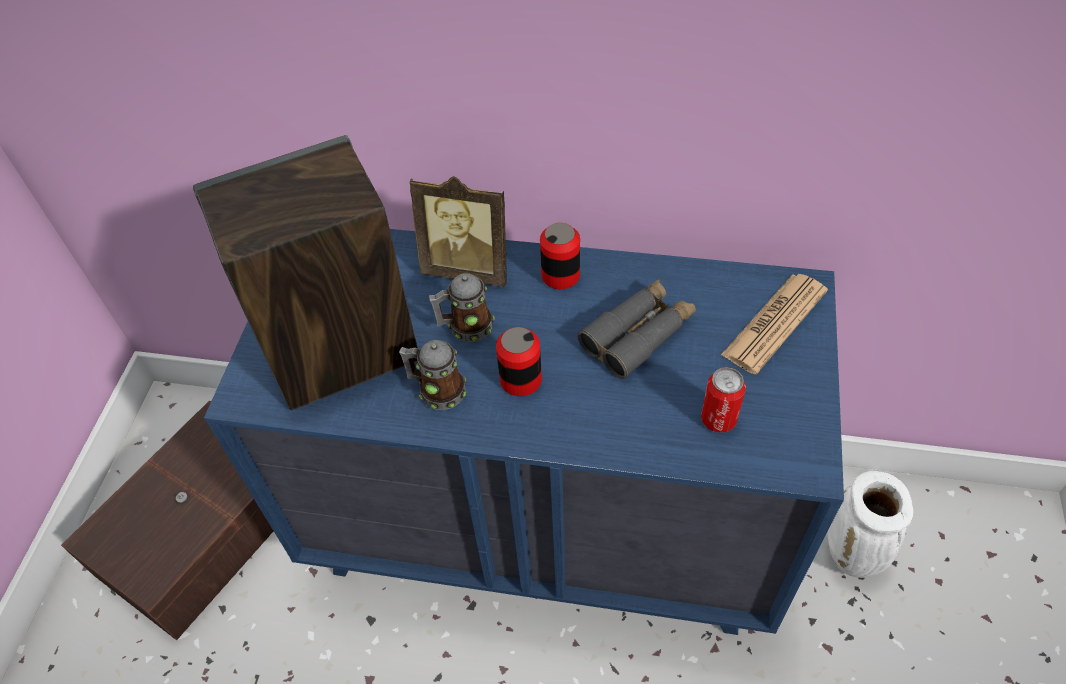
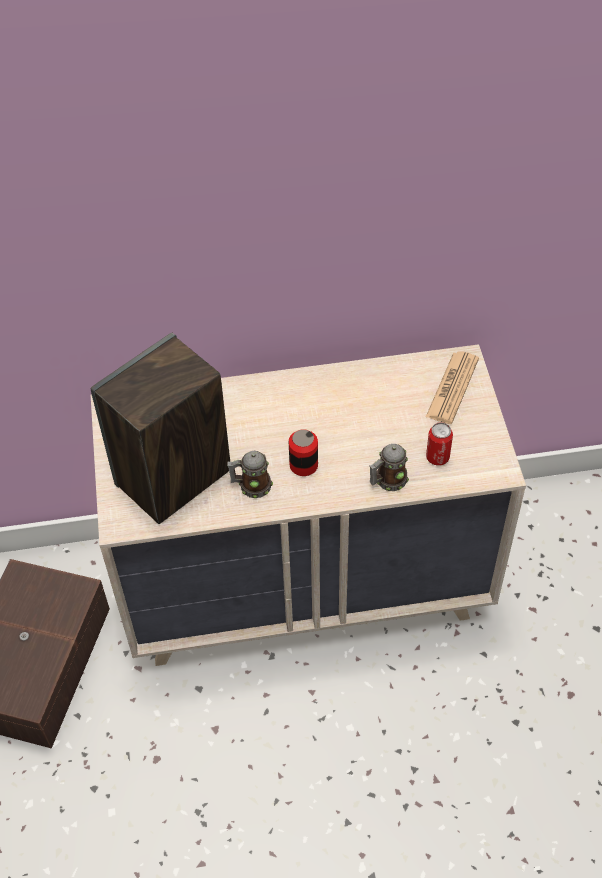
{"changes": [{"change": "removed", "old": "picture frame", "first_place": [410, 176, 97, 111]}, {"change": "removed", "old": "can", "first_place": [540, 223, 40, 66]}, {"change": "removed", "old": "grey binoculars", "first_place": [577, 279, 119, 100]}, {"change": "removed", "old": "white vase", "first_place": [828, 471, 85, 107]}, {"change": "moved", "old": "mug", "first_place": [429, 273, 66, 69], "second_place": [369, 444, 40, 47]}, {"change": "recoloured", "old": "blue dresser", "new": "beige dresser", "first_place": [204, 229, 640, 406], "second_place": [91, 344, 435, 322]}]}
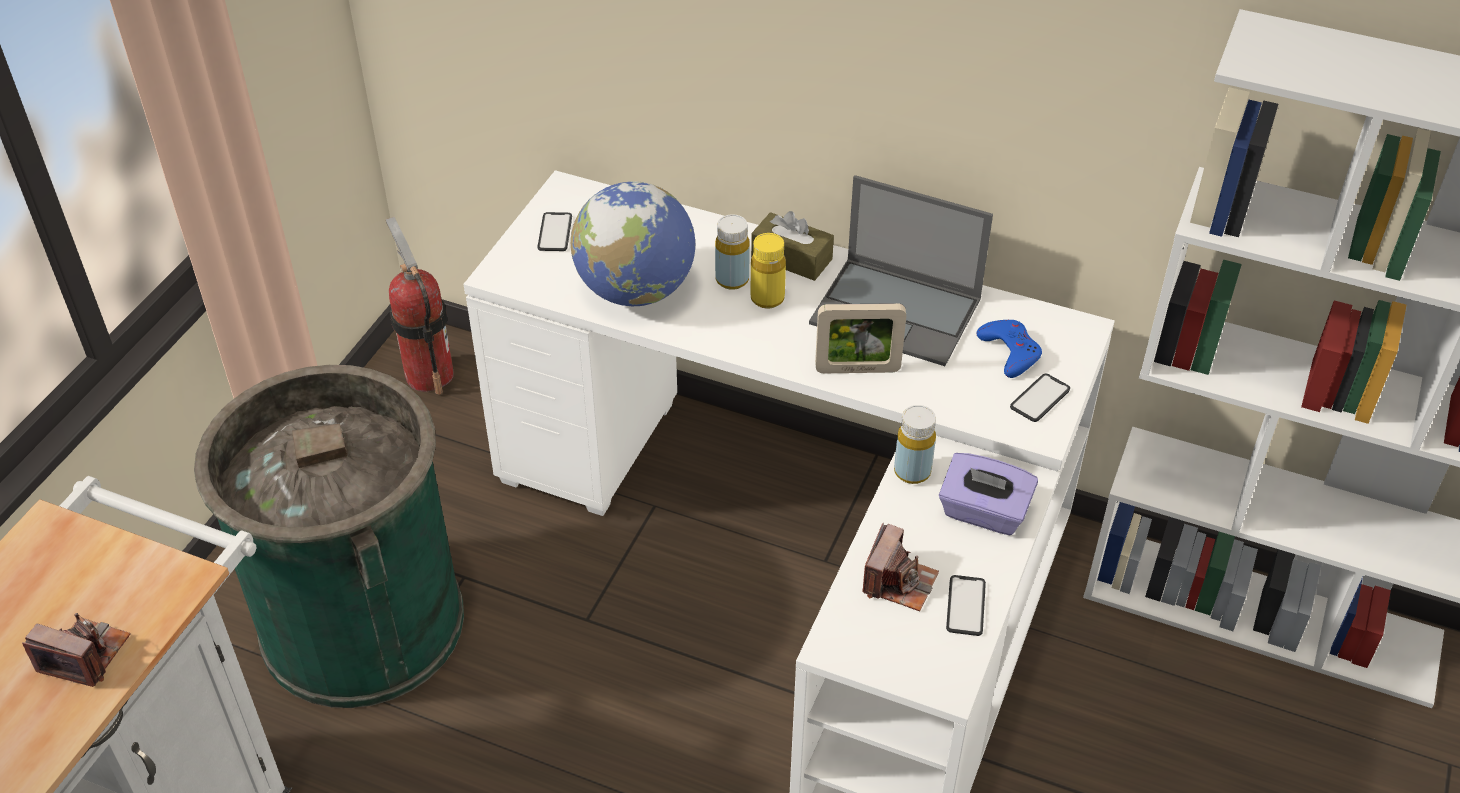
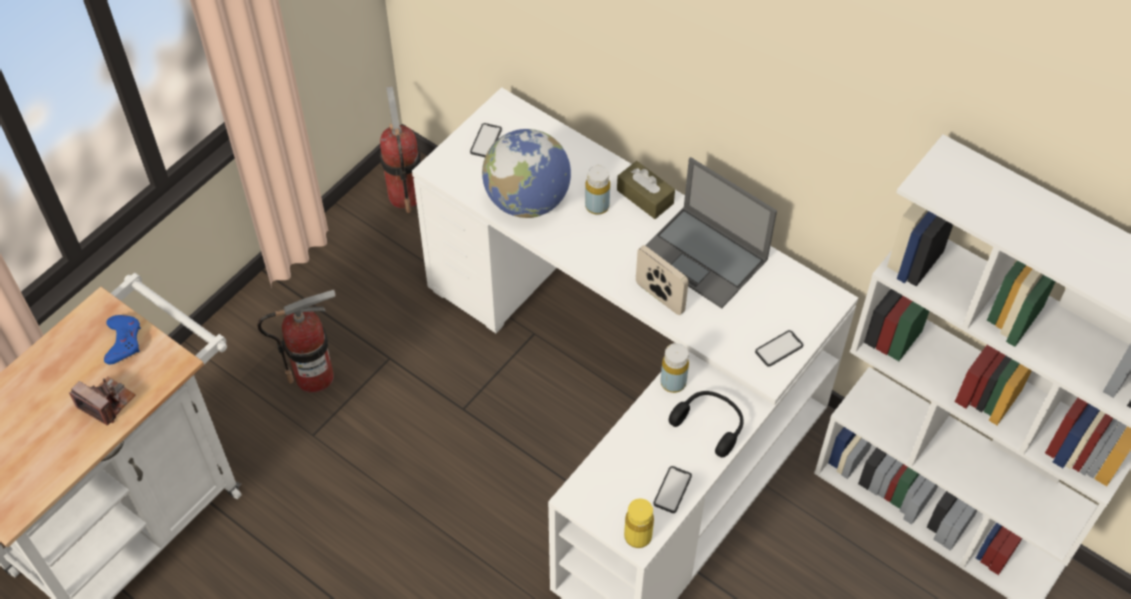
{"changes": [{"change": "removed", "old": "photo camera", "first_place": [862, 523, 77, 88]}, {"change": "moved", "old": "yellow bottle", "first_place": [750, 233, 36, 76], "second_place": [624, 498, 30, 50]}, {"change": "moved", "old": "blue game controller", "first_place": [976, 320, 66, 58], "second_place": [104, 315, 37, 50]}, {"change": "replaced", "old": "green trash can", "new": "fire extinguisher", "first_place": [194, 365, 270, 343], "second_place": [257, 290, 79, 103]}, {"change": "replaced", "old": "purple tissue box", "new": "black headphones", "first_place": [939, 453, 99, 82], "second_place": [669, 391, 75, 67]}, {"change": "turned", "old": "picture frame", "first_place": [815, 303, 91, 70], "second_place": [636, 245, 53, 70], "degrees": -150}]}
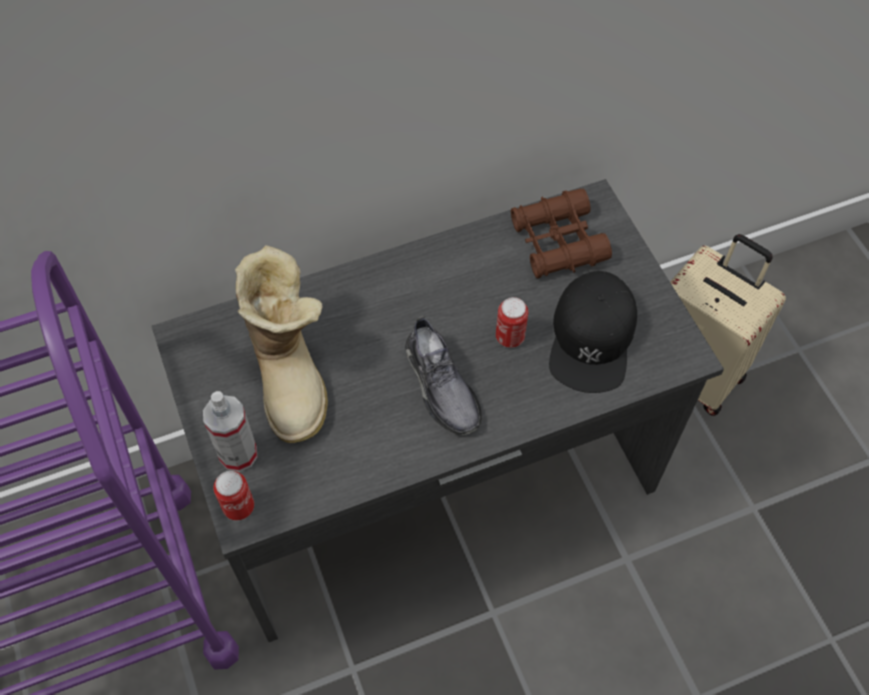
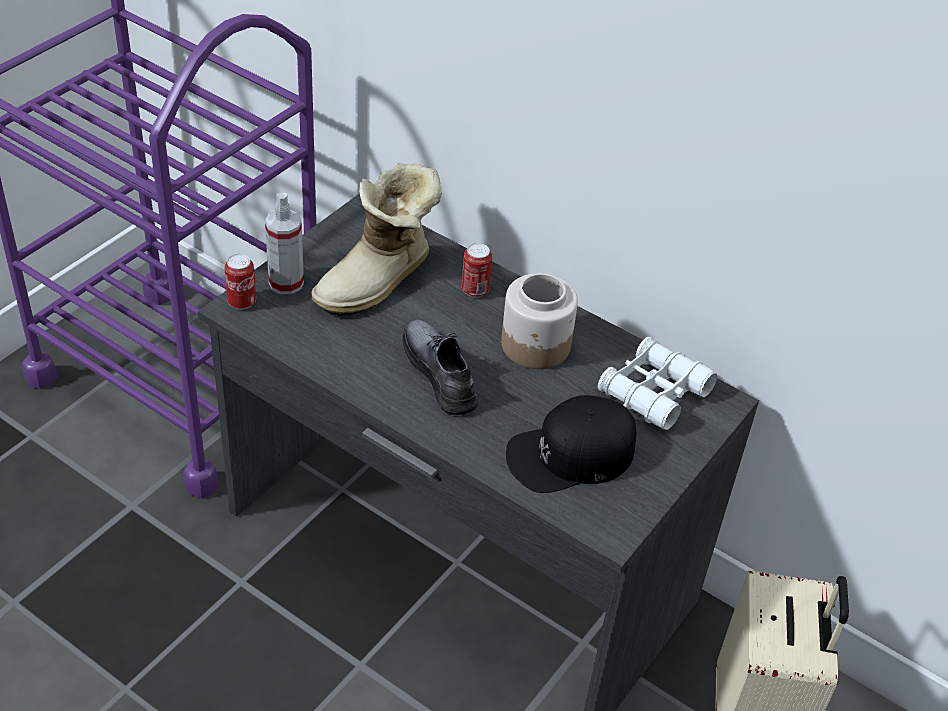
{"changes": [{"change": "added", "new": "jar", "second_place": [501, 273, 77, 96]}, {"change": "moved", "old": "can", "first_place": [496, 297, 32, 51], "second_place": [462, 243, 30, 55]}, {"change": "recoloured", "old": "brown binoculars", "new": "white binoculars", "first_place": [511, 189, 101, 89], "second_place": [598, 337, 119, 93]}, {"change": "turned", "old": "grey shoe", "first_place": [405, 316, 77, 119], "second_place": [402, 320, 76, 95], "degrees": 120}]}
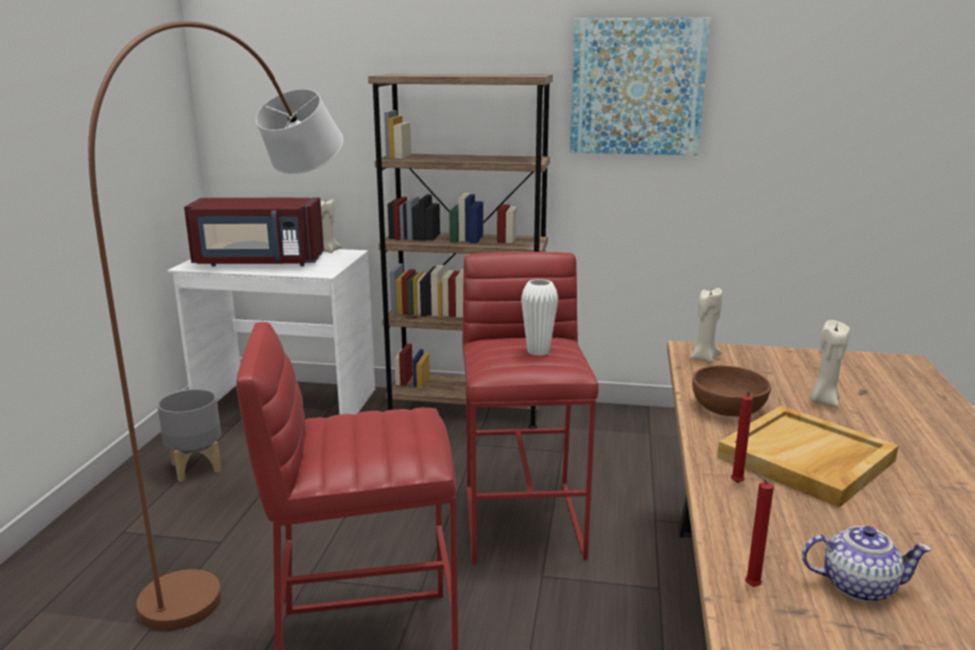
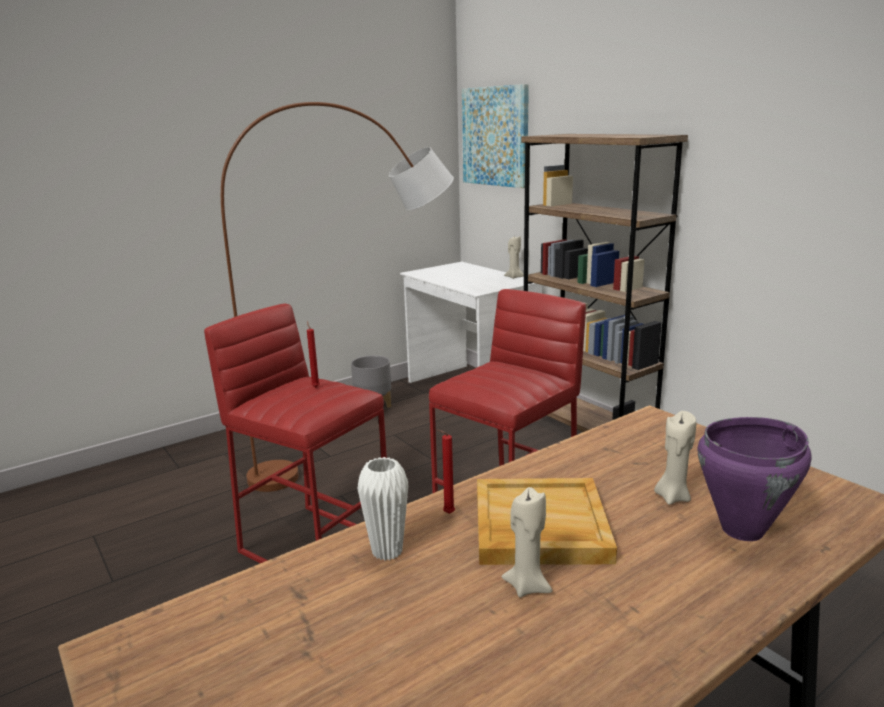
{"changes": [{"change": "removed", "old": "red microwave", "first_place": [184, 198, 140, 68]}, {"change": "removed", "old": "brown bowl", "first_place": [692, 366, 79, 51]}, {"change": "removed", "old": "teapot", "first_place": [802, 526, 130, 76]}, {"change": "added", "new": "purple cooking pot", "second_place": [698, 417, 114, 124]}, {"change": "moved", "old": "white vase", "first_place": [521, 279, 37, 77], "second_place": [357, 457, 51, 103]}, {"change": "moved", "old": "picture", "first_place": [570, 18, 141, 137], "second_place": [462, 84, 67, 104]}, {"change": "moved", "old": "beige candle", "first_place": [690, 288, 32, 74], "second_place": [502, 487, 51, 110]}, {"change": "moved", "old": "red candle", "first_place": [745, 471, 29, 116], "second_place": [307, 321, 13, 66]}]}
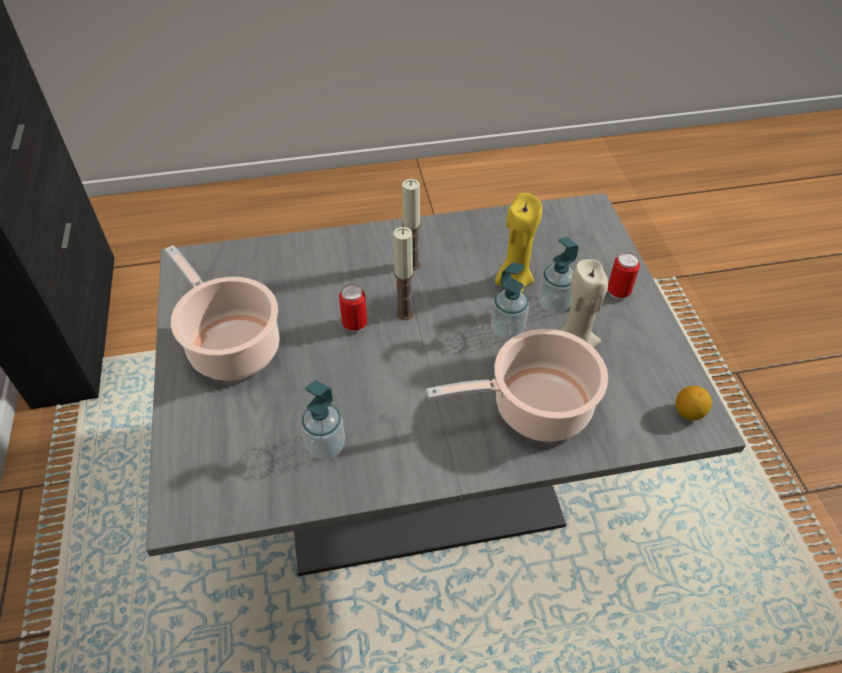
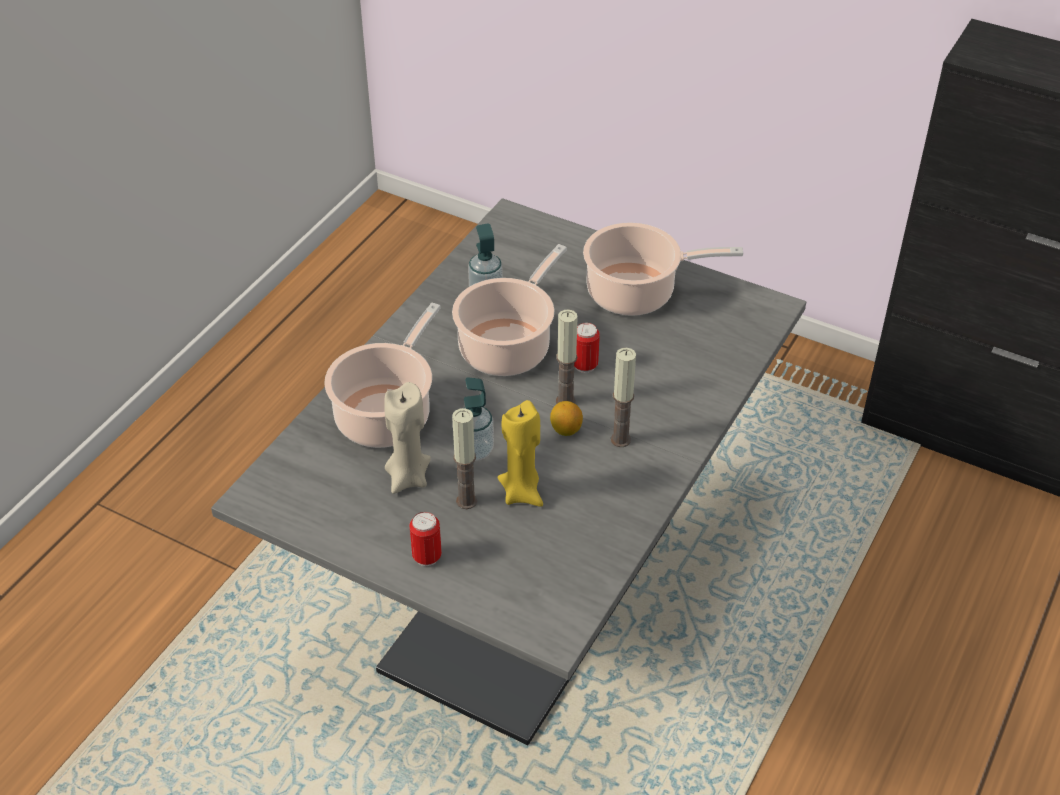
{"changes": [{"change": "added", "new": "cooking pot", "second_place": [452, 244, 115, 132]}, {"change": "moved", "old": "lemon", "first_place": [675, 386, 37, 35], "second_place": [550, 401, 33, 35]}, {"change": "replaced", "old": "soap dispenser", "new": "candle", "first_place": [539, 237, 40, 76], "second_place": [452, 408, 25, 101]}]}
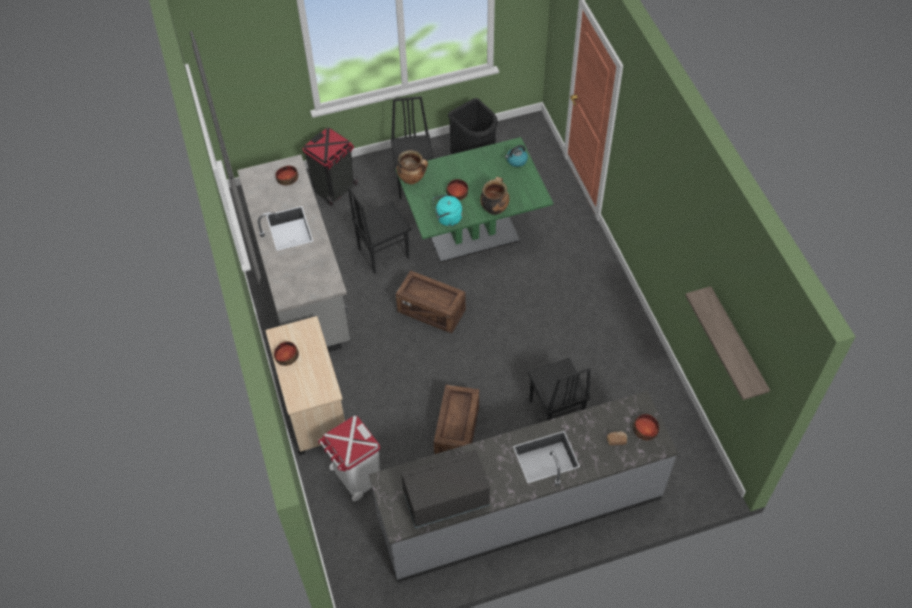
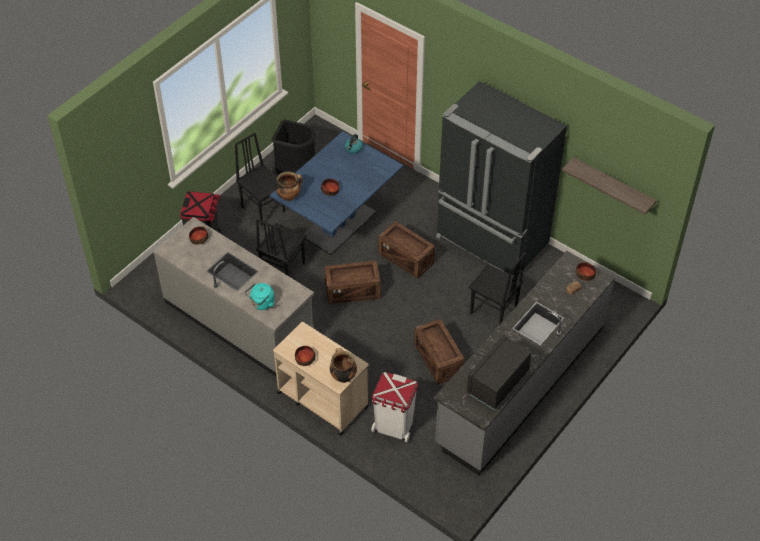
{"changes": [{"change": "added", "new": "crate", "second_place": [378, 221, 57, 58]}, {"change": "added", "new": "black fridge", "second_place": [436, 81, 131, 195]}, {"change": "moved", "old": "turquoise kettle", "first_place": [433, 194, 29, 32], "second_place": [245, 283, 30, 27]}, {"change": "moved", "old": "cooking pot", "first_place": [480, 177, 30, 38], "second_place": [330, 348, 27, 35]}, {"change": "recoloured", "old": "green dining table", "new": "blue dining table", "first_place": [395, 137, 158, 126], "second_place": [270, 131, 133, 124]}]}
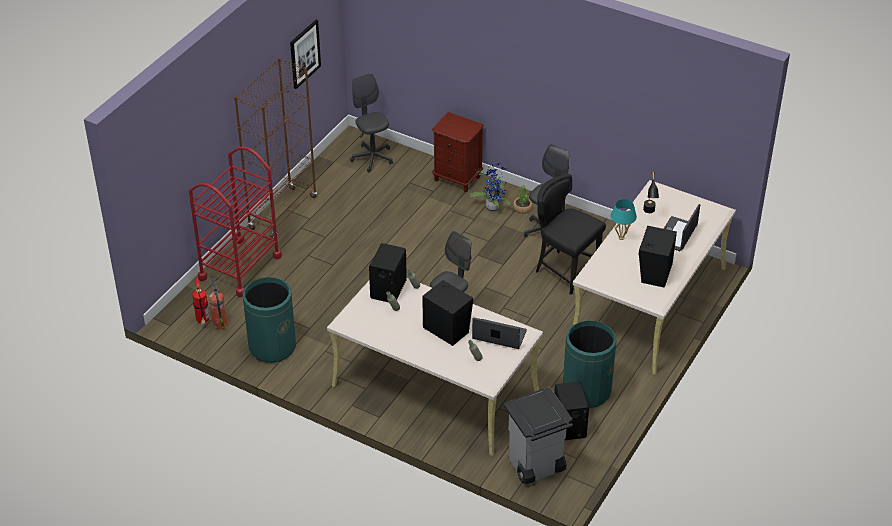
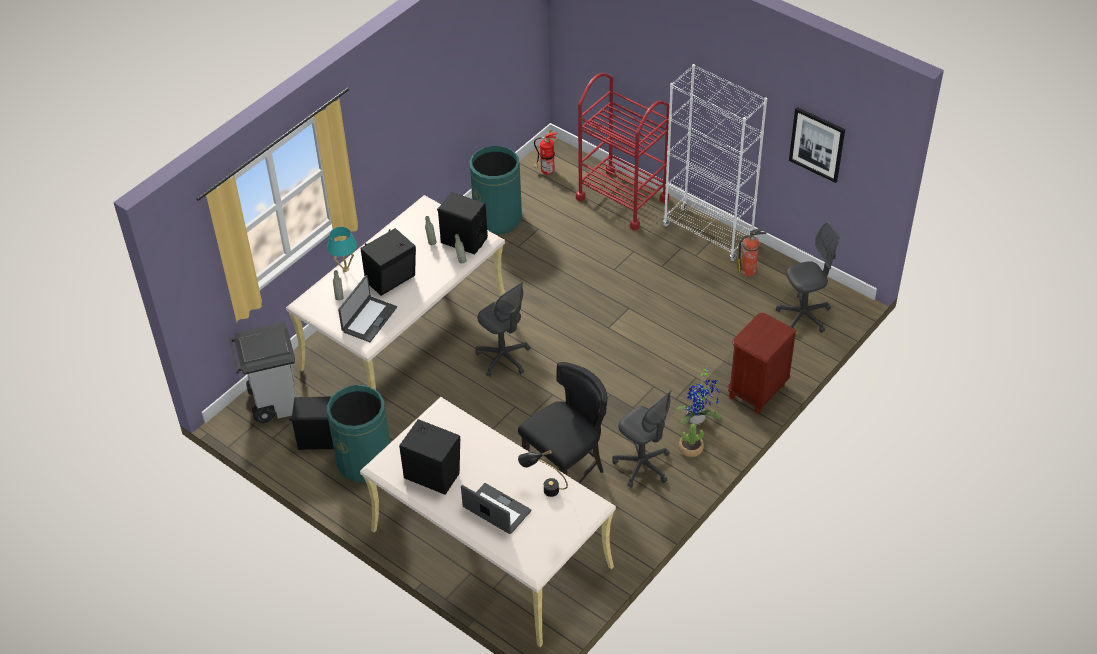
{"changes": [{"change": "moved", "old": "fire extinguisher", "first_place": [209, 279, 18, 50], "second_place": [737, 227, 30, 49]}, {"change": "moved", "old": "turquoise table lamp", "first_place": [611, 199, 26, 41], "second_place": [327, 227, 30, 45]}, {"change": "recoloured", "old": "brown bookcase", "new": "white bookcase", "first_place": [234, 58, 83, 180], "second_place": [663, 64, 104, 197]}]}
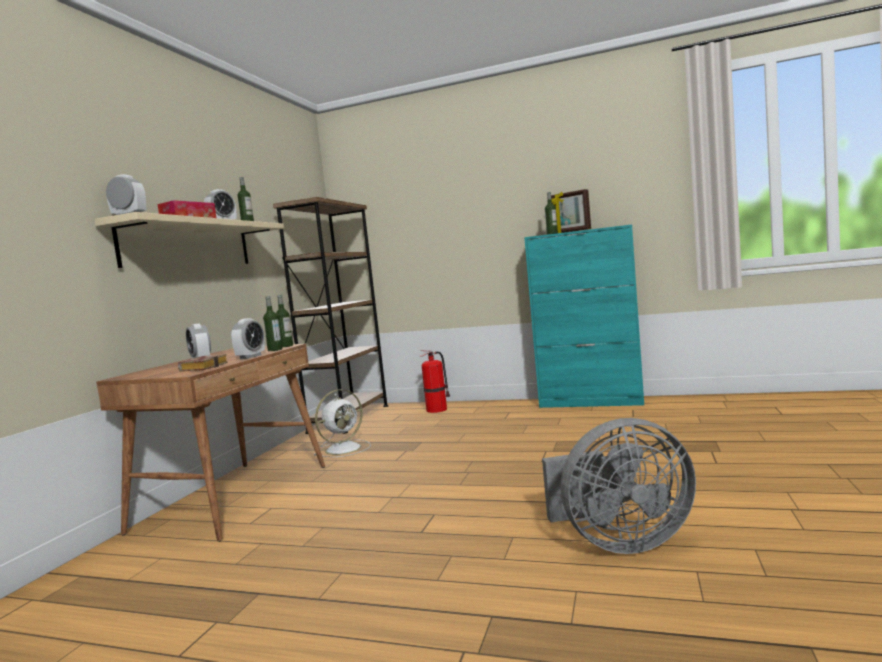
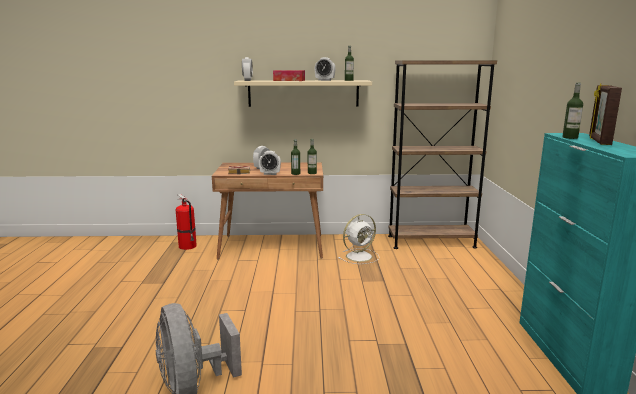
{"changes": [{"change": "moved", "old": "fire extinguisher", "first_place": [419, 350, 31, 63], "second_place": [175, 194, 22, 56]}, {"change": "turned", "old": "white fan", "first_place": [314, 389, 57, 68], "second_place": [338, 214, 42, 50], "degrees": -60}]}
